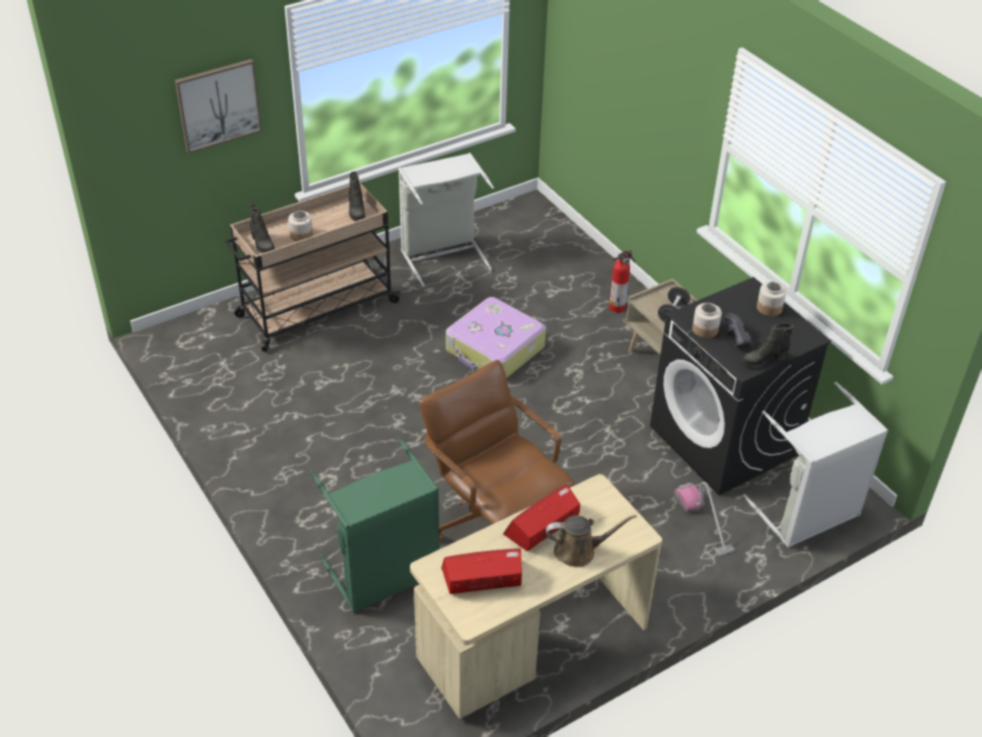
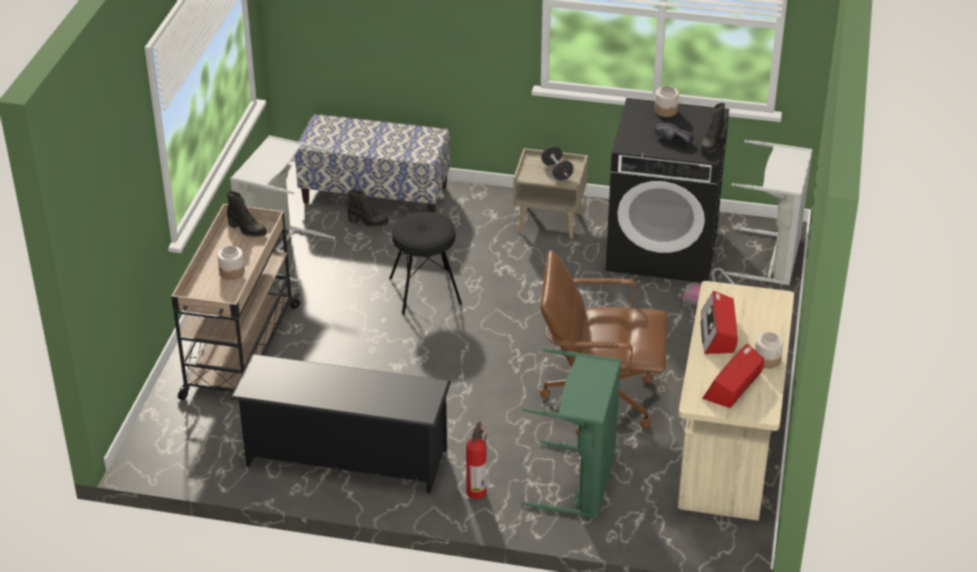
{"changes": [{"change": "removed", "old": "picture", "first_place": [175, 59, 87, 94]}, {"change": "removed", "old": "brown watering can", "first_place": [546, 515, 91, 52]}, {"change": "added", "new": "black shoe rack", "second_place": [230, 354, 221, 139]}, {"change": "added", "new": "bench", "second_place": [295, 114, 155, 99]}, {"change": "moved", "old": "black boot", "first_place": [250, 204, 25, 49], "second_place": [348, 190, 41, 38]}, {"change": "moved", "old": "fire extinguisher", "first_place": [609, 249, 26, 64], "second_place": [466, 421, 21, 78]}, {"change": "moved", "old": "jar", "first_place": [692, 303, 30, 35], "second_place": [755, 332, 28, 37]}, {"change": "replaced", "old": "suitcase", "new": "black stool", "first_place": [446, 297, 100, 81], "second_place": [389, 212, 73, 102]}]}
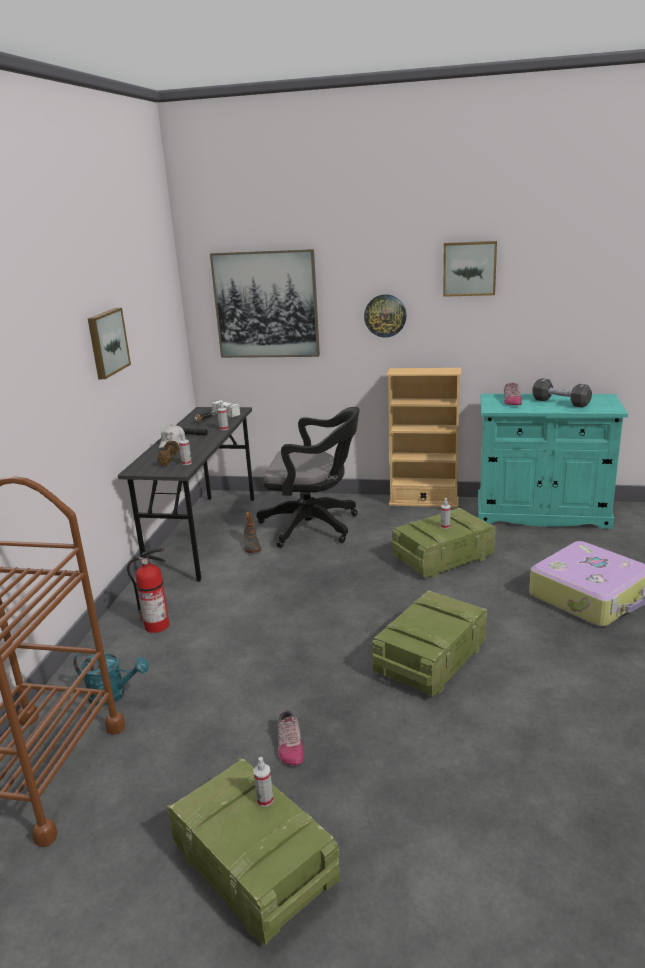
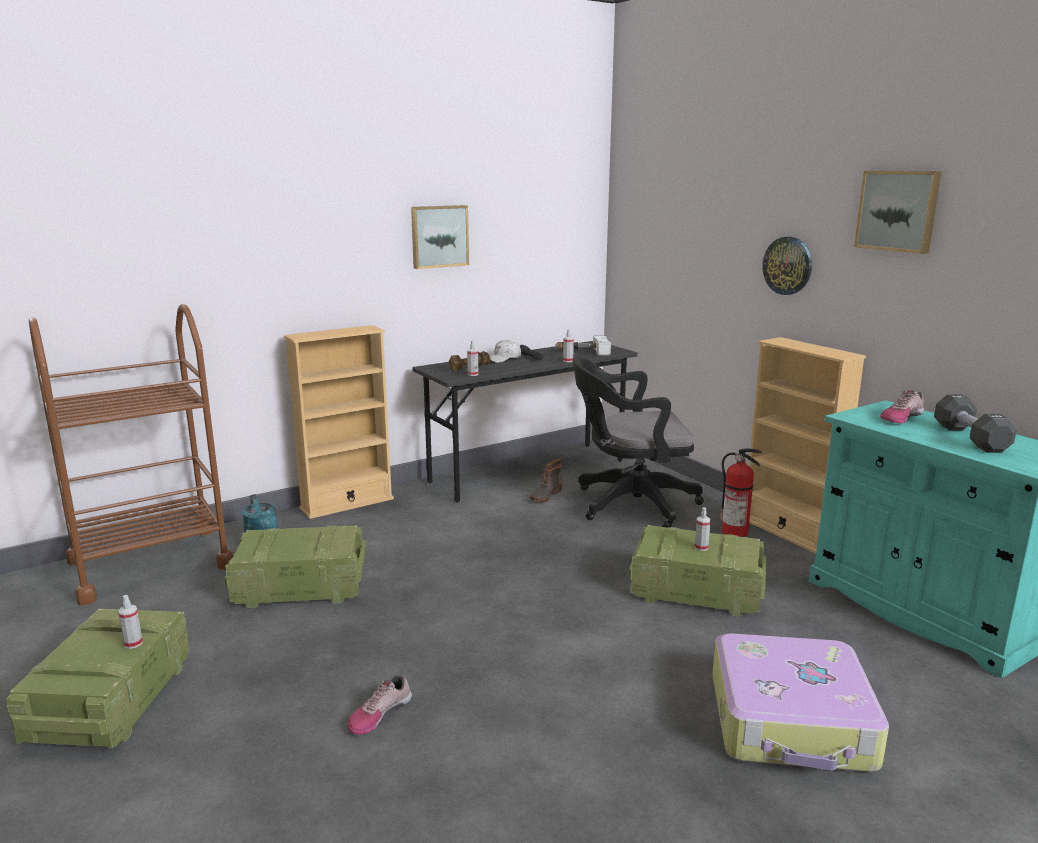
{"changes": [{"change": "removed", "old": "picture", "first_place": [210, 249, 110, 109]}, {"change": "added", "new": "beige bookcase", "second_place": [284, 325, 110, 194]}, {"change": "moved", "old": "fire extinguisher", "first_place": [127, 548, 42, 85], "second_place": [720, 449, 42, 88]}, {"change": "moved", "old": "shoe", "first_place": [277, 710, 27, 56], "second_place": [347, 675, 65, 60]}, {"change": "moved", "old": "crate", "first_place": [372, 591, 115, 106], "second_place": [225, 526, 141, 82]}, {"change": "turned", "old": "black office chair", "first_place": [256, 407, 103, 141], "second_place": [573, 357, 131, 171], "degrees": 120}]}
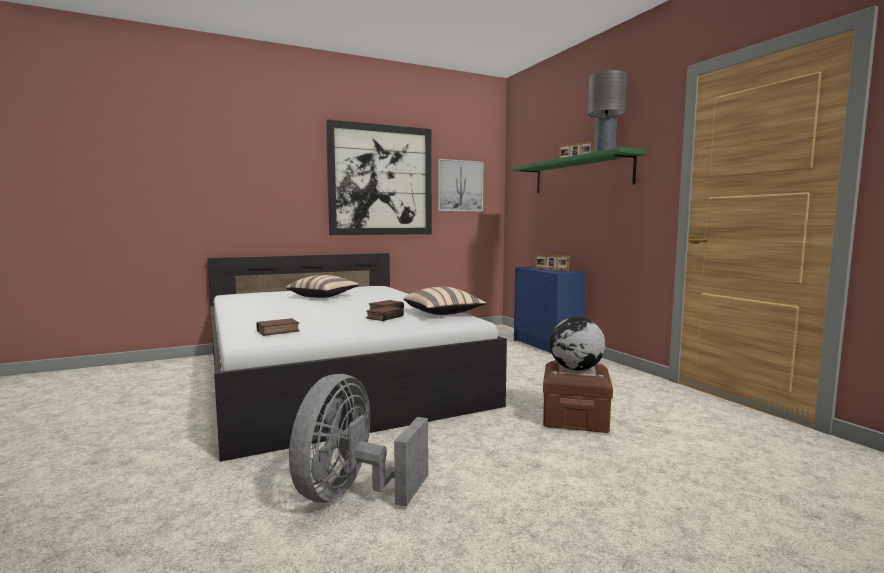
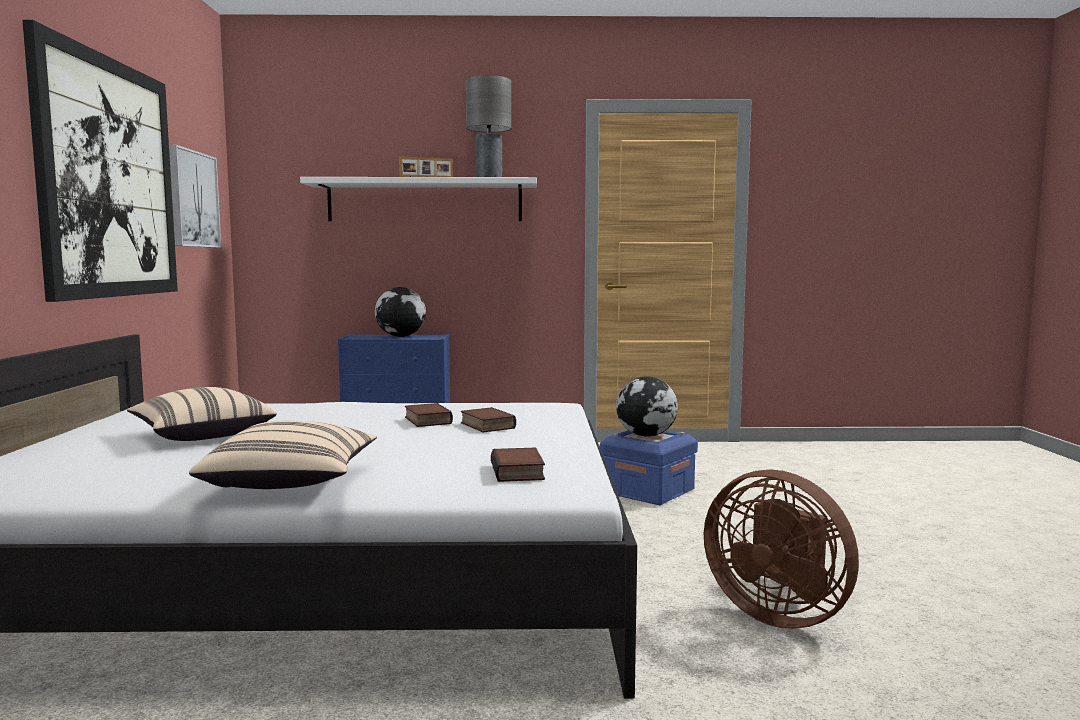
{"changes": [{"change": "moved", "old": "beige pillow", "first_place": [403, 287, 84, 28], "second_place": [189, 421, 188, 68]}, {"change": "replaced", "old": "picture frame", "new": "globe", "first_place": [535, 255, 34, 16], "second_place": [375, 287, 51, 50]}, {"change": "recoloured", "old": "grey fan", "new": "brown fan", "first_place": [289, 374, 139, 133], "second_place": [704, 469, 155, 160]}, {"change": "recoloured", "old": "green shelf", "new": "white shelf", "first_place": [510, 147, 136, 46], "second_place": [300, 177, 237, 44]}, {"change": "recoloured", "old": "brown storage box", "new": "blue storage box", "first_place": [543, 360, 70, 73], "second_place": [600, 430, 98, 75]}]}
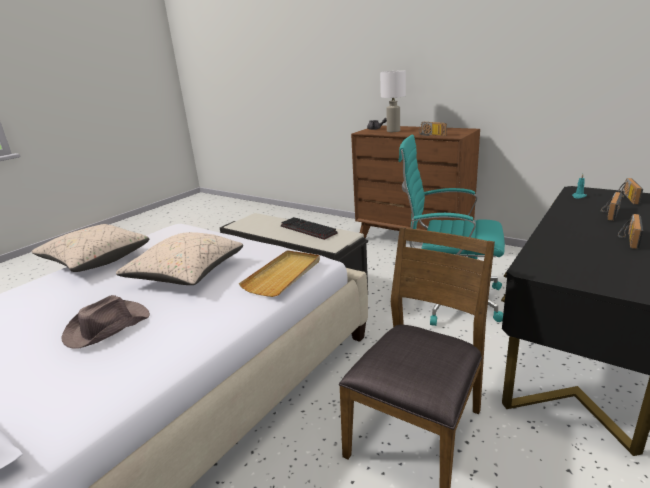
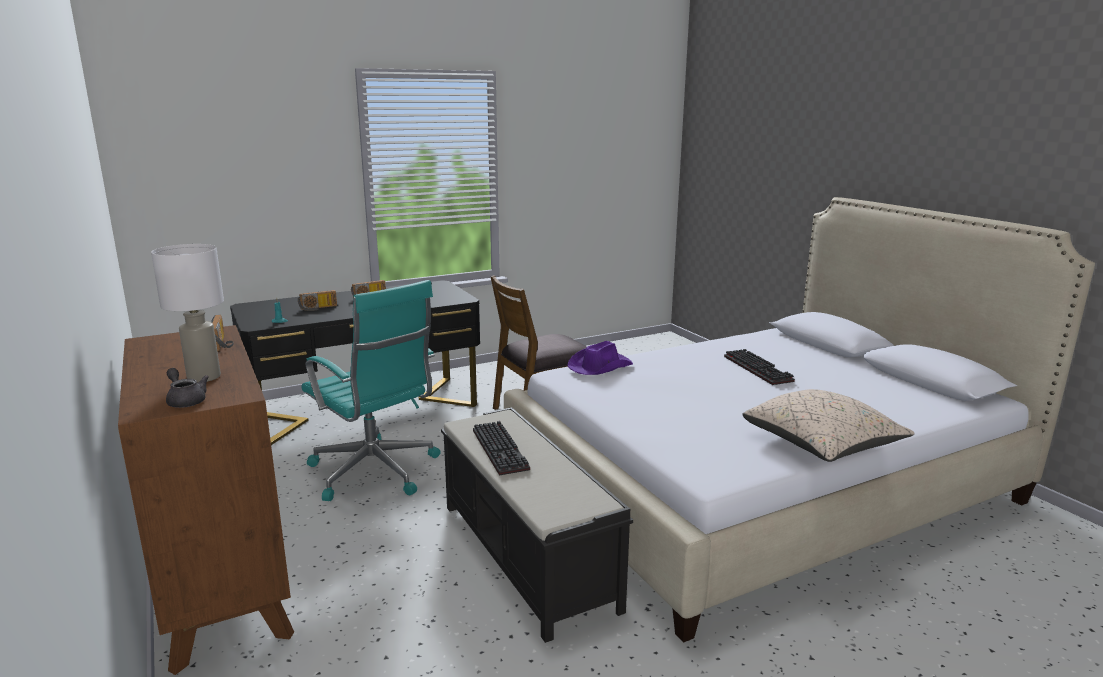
{"changes": [{"change": "removed", "old": "beige pillow", "first_place": [116, 232, 127, 53]}, {"change": "removed", "old": "radio", "first_place": [618, 178, 25, 27]}, {"change": "replaced", "old": "brown hat", "new": "keyboard", "first_place": [61, 295, 89, 54], "second_place": [724, 349, 71, 36]}, {"change": "replaced", "old": "beige tray", "new": "purple hat", "first_place": [239, 250, 81, 47], "second_place": [567, 341, 66, 34]}]}
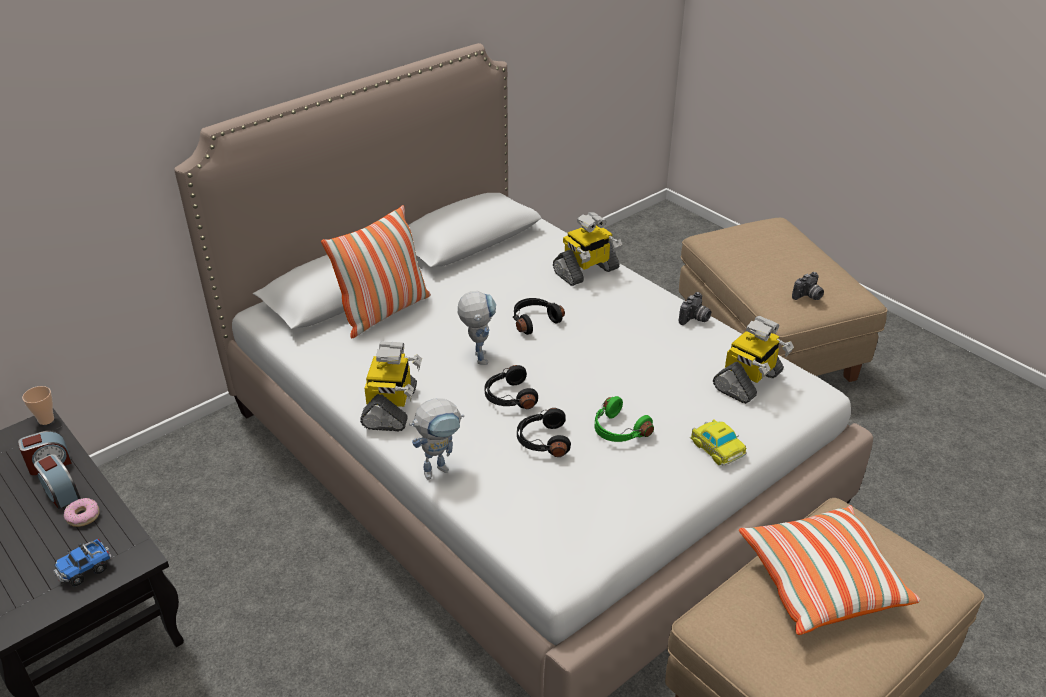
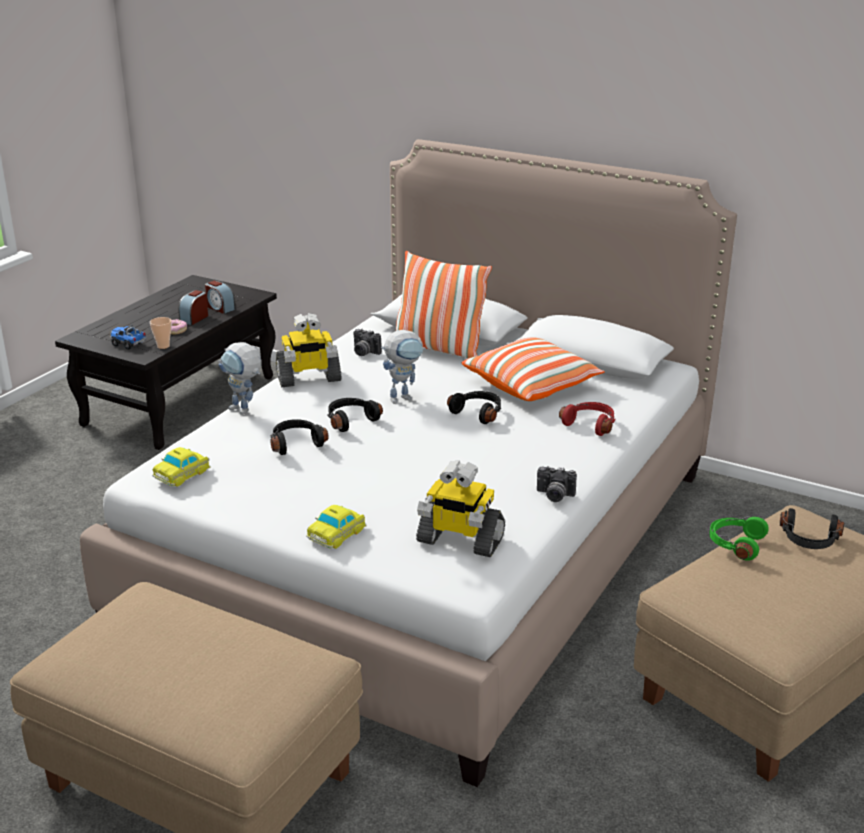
{"changes": [{"change": "added", "new": "toy car", "second_place": [152, 447, 58, 40]}, {"change": "added", "new": "black headphones", "second_place": [780, 508, 64, 41]}, {"change": "moved", "old": "cup", "first_place": [22, 386, 32, 39], "second_place": [150, 317, 22, 32]}, {"change": "moved", "old": "green headphones", "first_place": [595, 396, 59, 46], "second_place": [709, 517, 60, 44]}, {"change": "moved", "old": "pillow", "first_place": [739, 505, 181, 130], "second_place": [462, 338, 143, 63]}, {"change": "moved", "old": "photo camera", "first_place": [792, 272, 32, 28], "second_place": [353, 328, 29, 28]}, {"change": "replaced", "old": "toy robot", "new": "red headphones", "first_place": [553, 212, 69, 74], "second_place": [559, 402, 57, 34]}]}
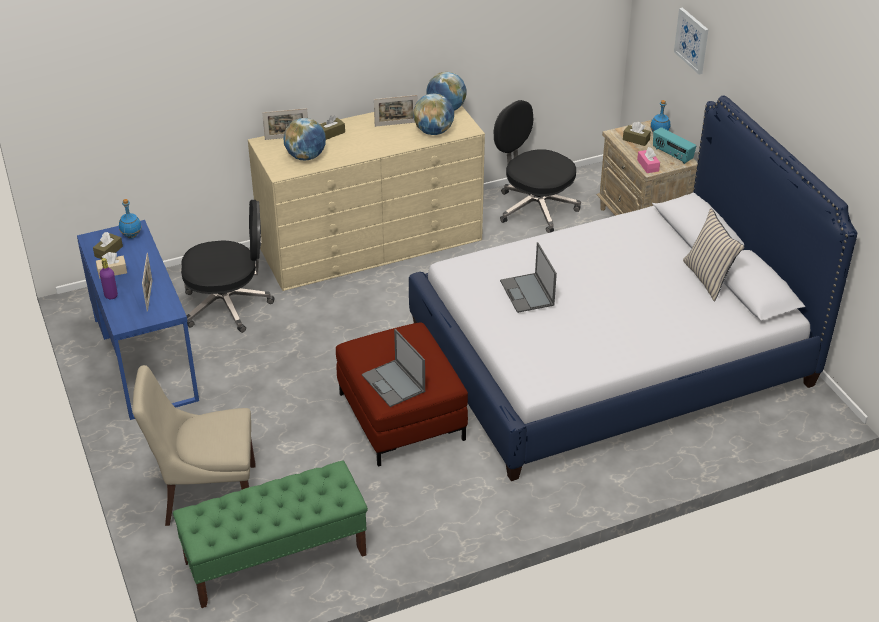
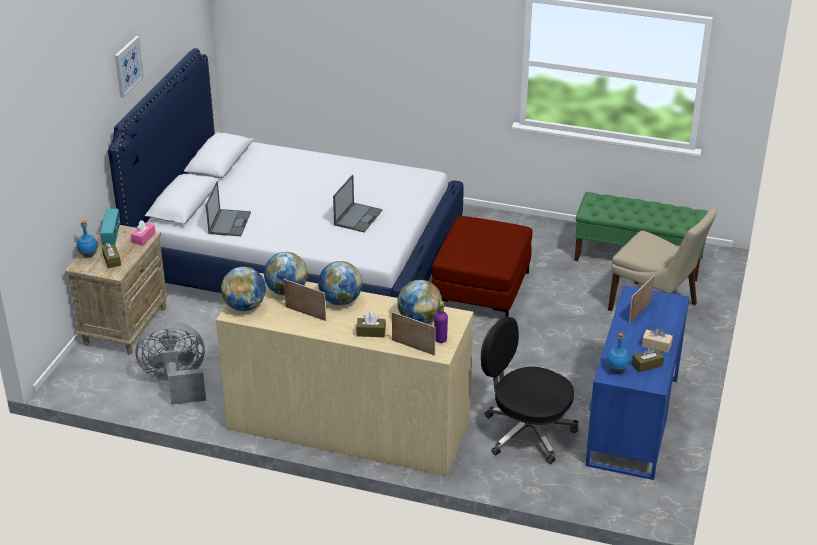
{"changes": [{"change": "removed", "old": "beige pillow", "first_place": [683, 209, 61, 92]}, {"change": "added", "new": "globe", "second_place": [318, 261, 44, 44]}, {"change": "moved", "old": "purple bottle", "first_place": [100, 258, 18, 41], "second_place": [434, 301, 14, 42]}, {"change": "moved", "old": "laptop", "first_place": [362, 329, 63, 78], "second_place": [206, 181, 45, 55]}, {"change": "moved", "old": "picture", "first_place": [674, 7, 34, 68], "second_place": [115, 36, 29, 62]}, {"change": "replaced", "old": "black office chair", "new": "grey fan", "first_place": [494, 100, 87, 133], "second_place": [135, 321, 71, 83]}]}
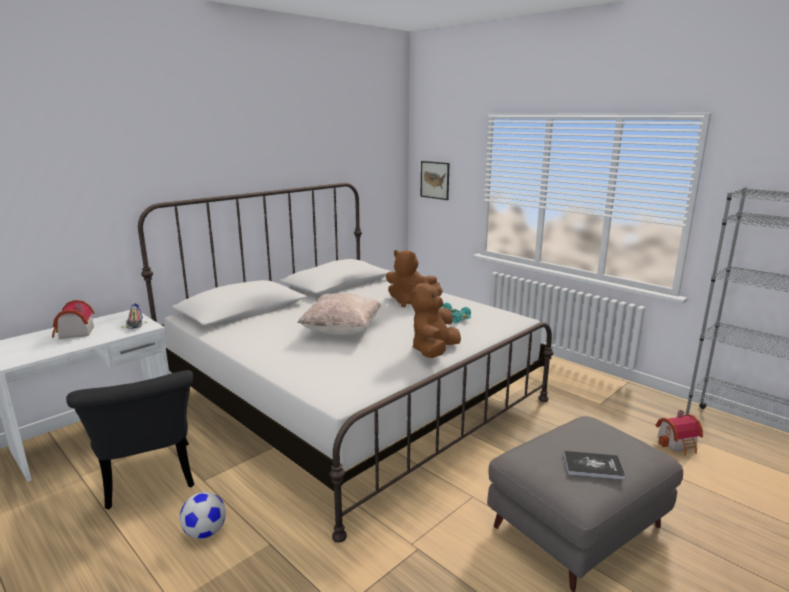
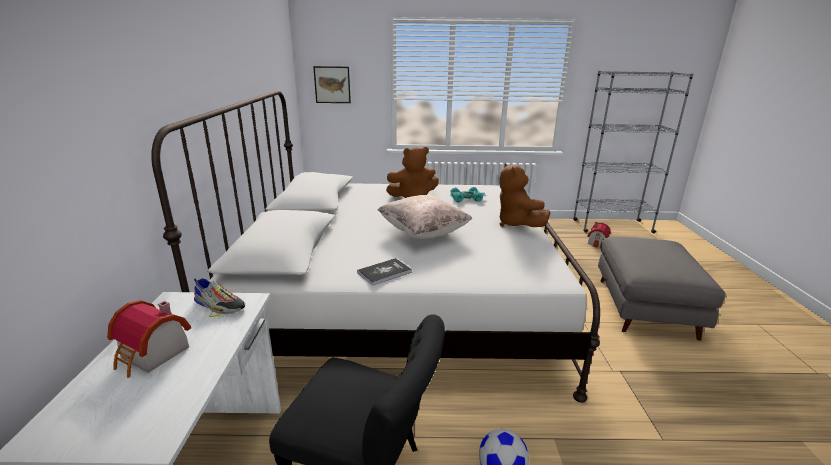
{"changes": [{"change": "moved", "old": "book", "first_place": [564, 451, 62, 29], "second_place": [357, 258, 55, 28]}]}
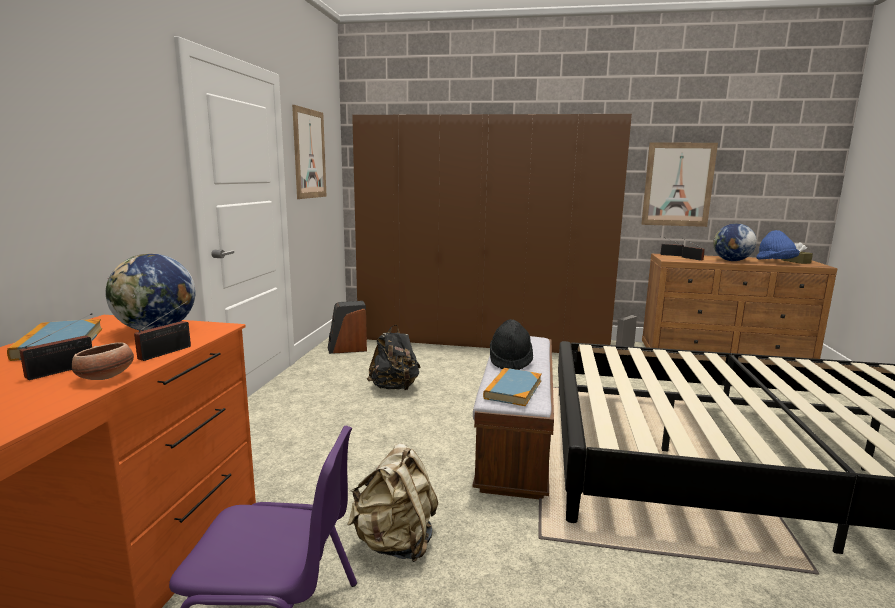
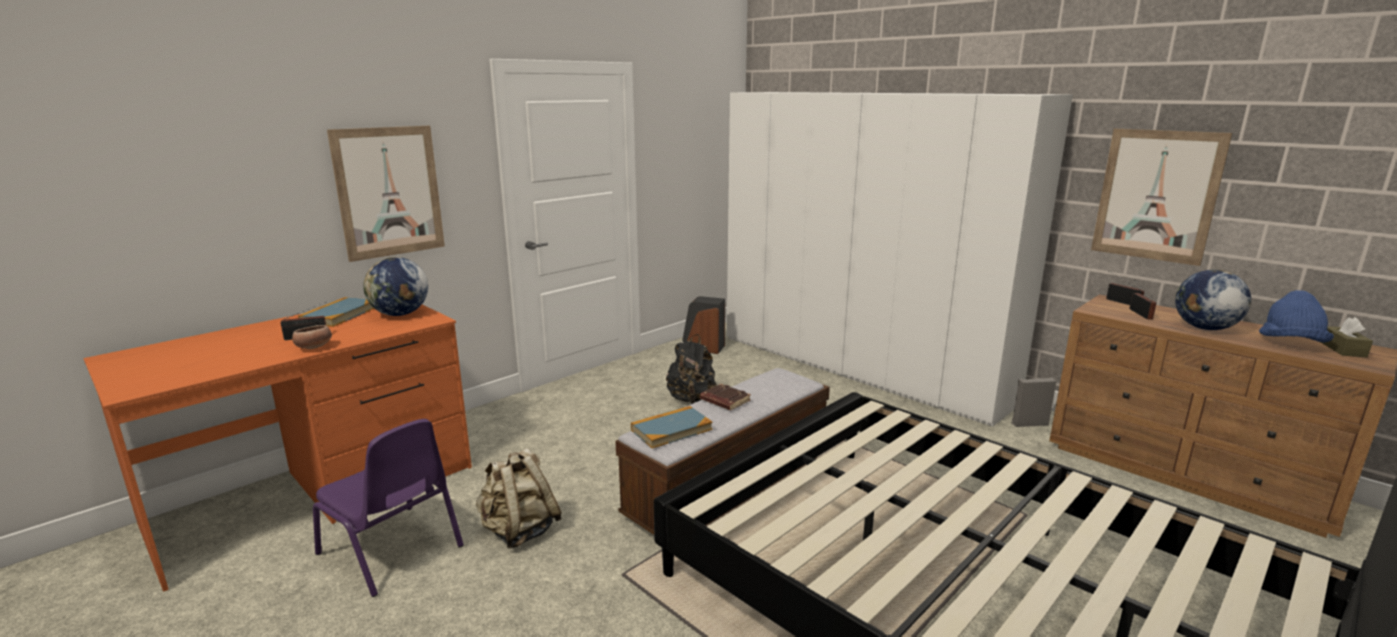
{"changes": [{"change": "removed", "old": "radio", "first_place": [134, 301, 57, 60]}, {"change": "moved", "old": "picture", "first_place": [292, 105, 35, 94], "second_place": [327, 126, 118, 136]}, {"change": "replaced", "old": "black hat", "new": "brown book", "first_place": [490, 319, 43, 51], "second_place": [700, 384, 51, 26]}, {"change": "recoloured", "old": "brown wardrobe", "new": "white wardrobe", "first_place": [352, 114, 280, 239], "second_place": [727, 92, 346, 335]}]}
